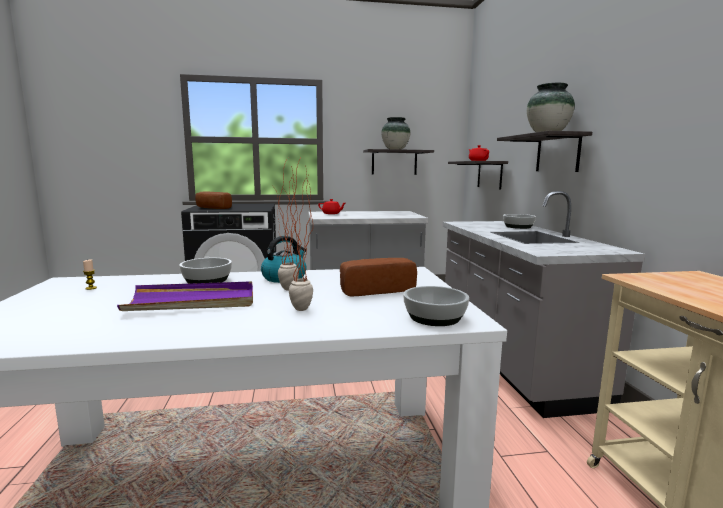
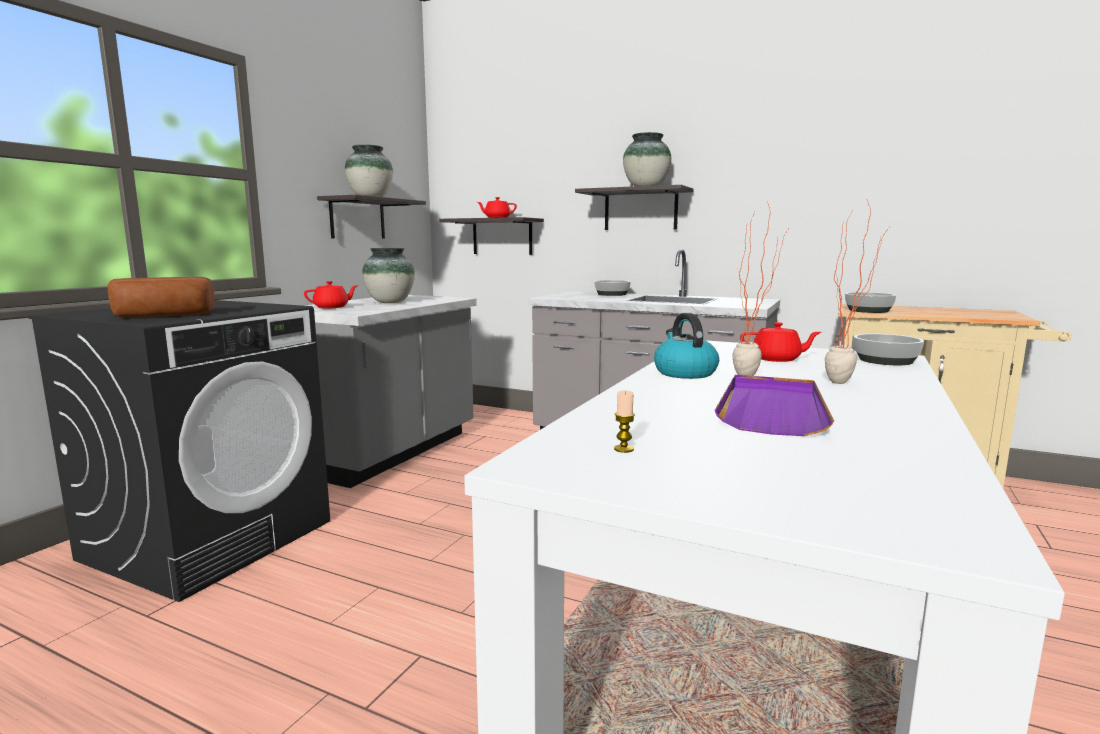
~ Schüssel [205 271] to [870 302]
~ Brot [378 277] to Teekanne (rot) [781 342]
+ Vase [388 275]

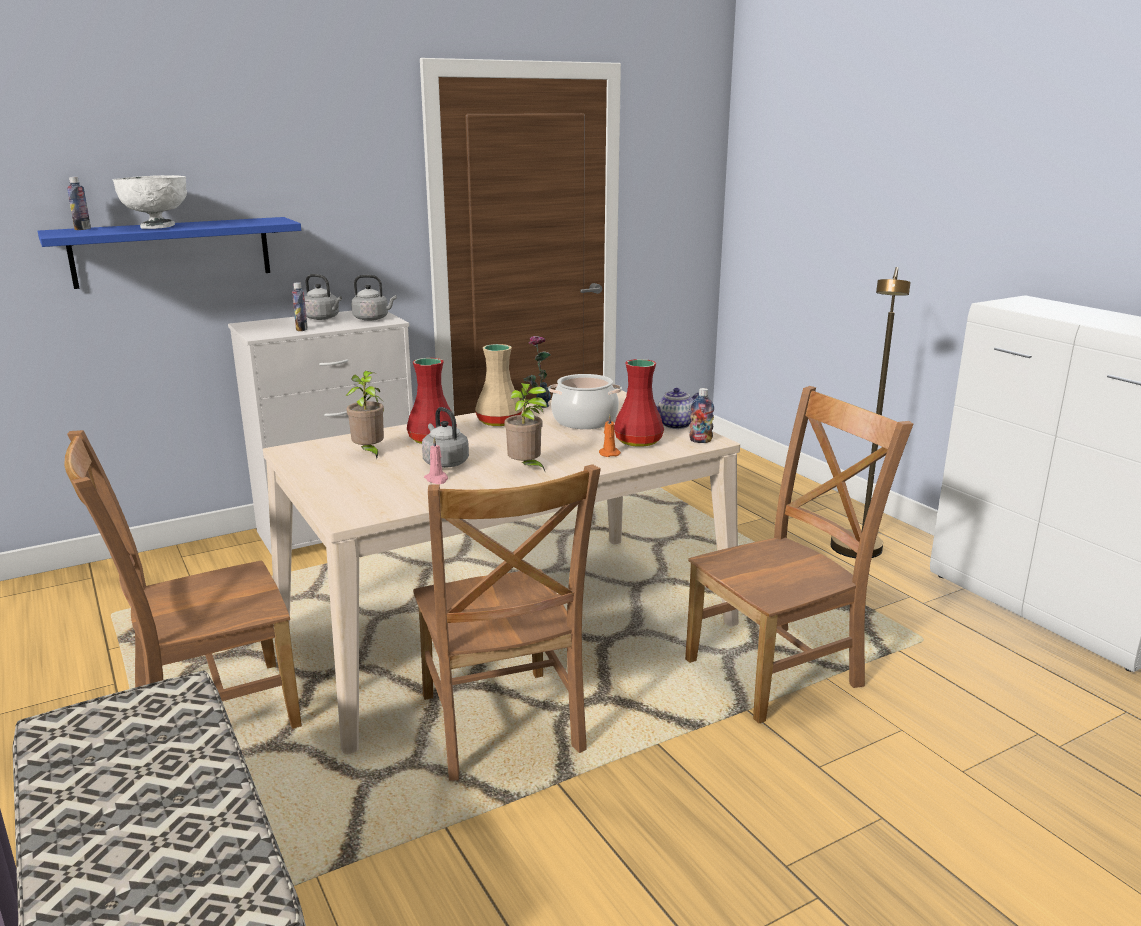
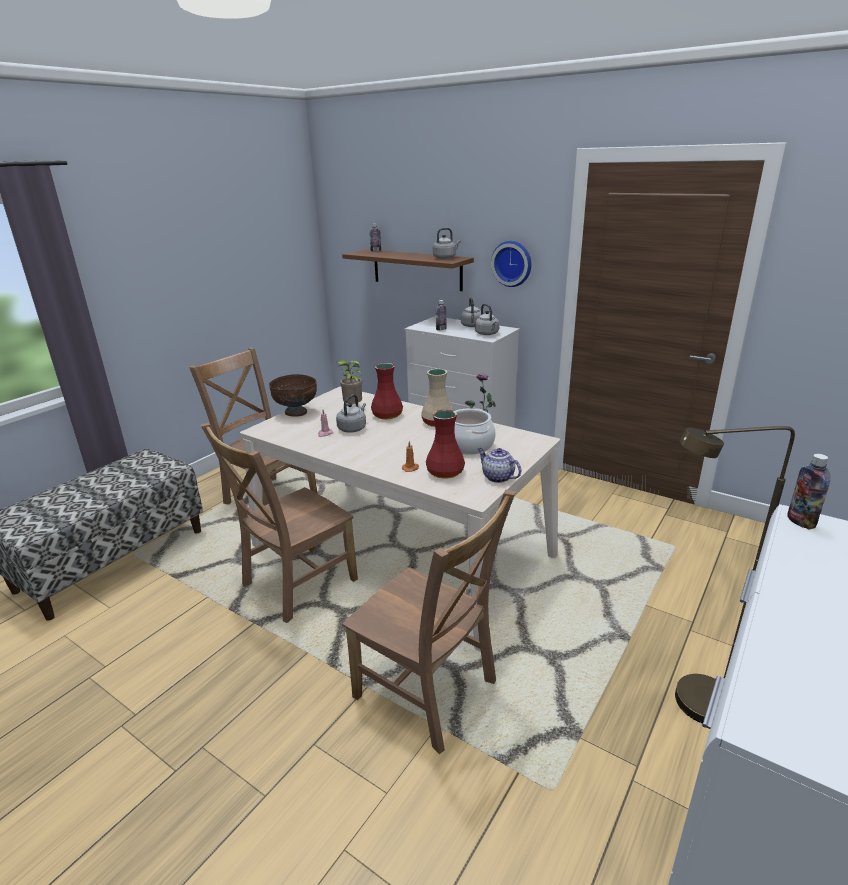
- Schüssel (weiß) [150 202]
~ Wandregal (blau) [169 253] to Wandregal (braun) [408 270]
- Topfpflanze [525 427]
~ Flasche [701 415] to [809 491]
+ Wasserkessel (grau) [447 243]
+ Wanduhr [511 264]
+ Schüssel (braun) [293 395]

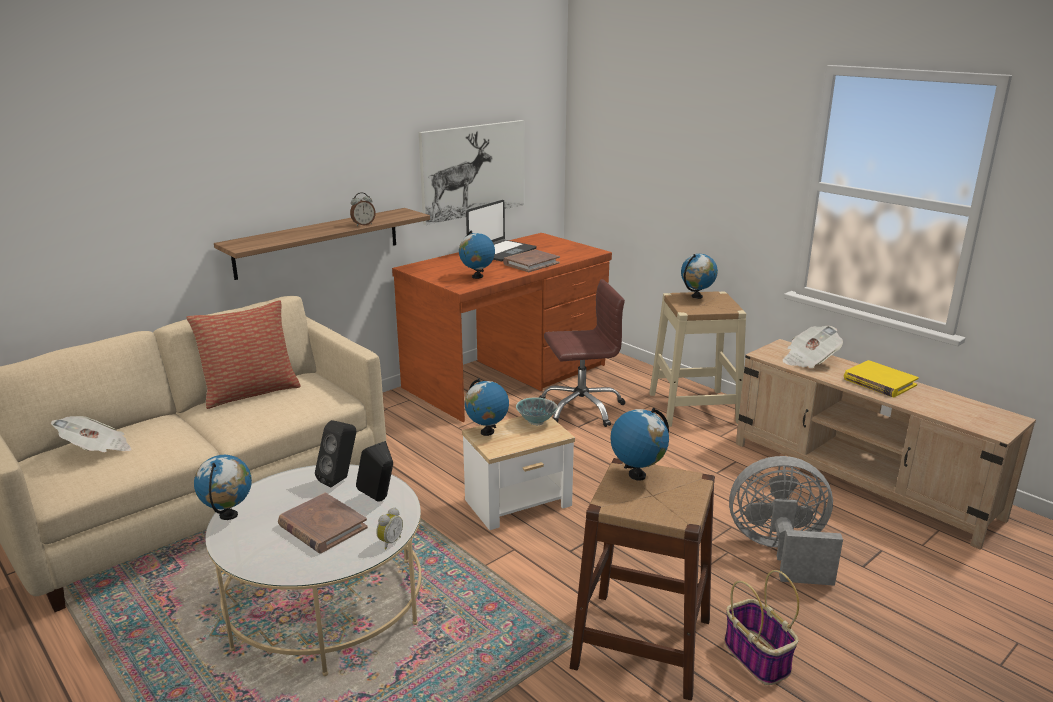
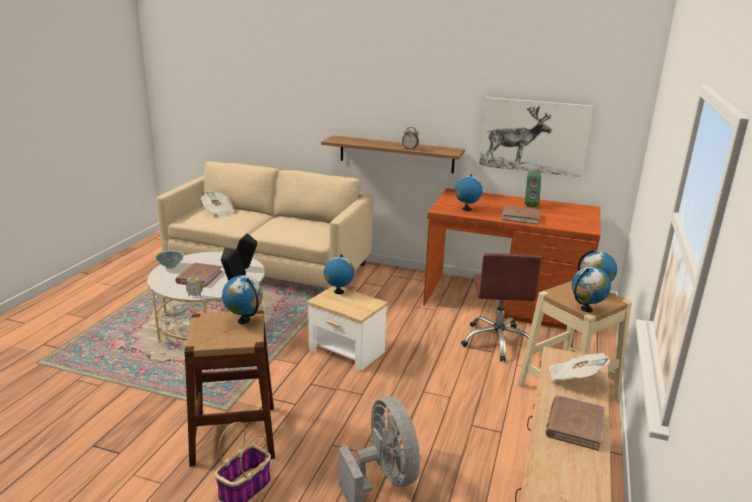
~ Laptop [501 230] to Lautsprecher (grün) [533 189]
~ Bürostuhl (braun) [581 353] = [501 307] 45 degrees clockwise
- Kissen [243 354]
~ Buch (gelb) [881 378] to Buch (braun) [575 423]
~ Schüssel [537 411] to [169 260]
~ Globus [223 487] to [591 289]

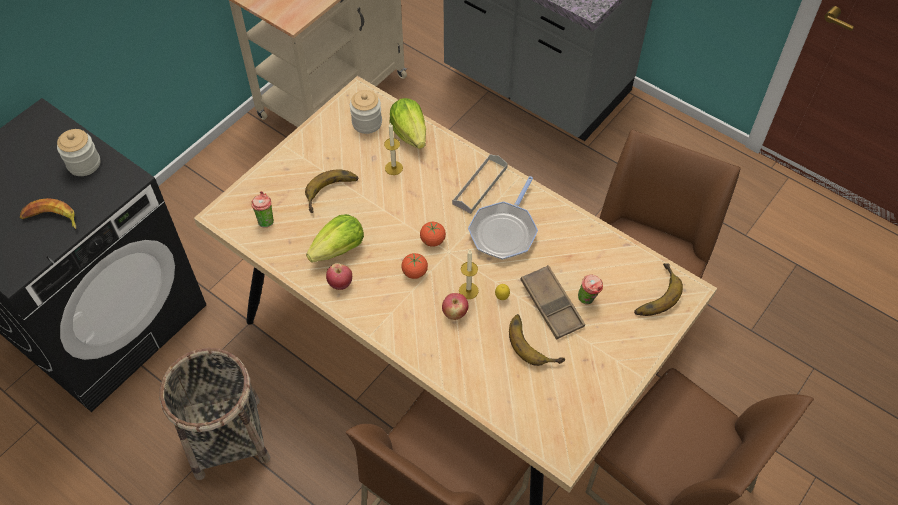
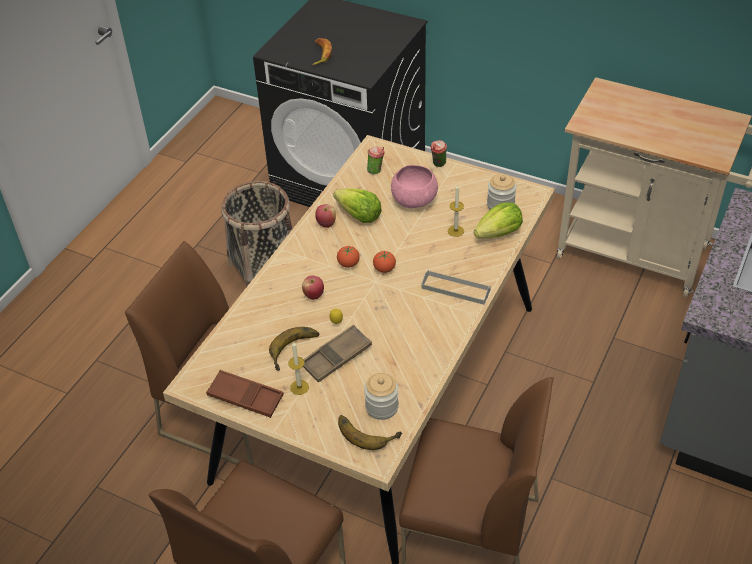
~ Vorratsglas [79 152] to [381 396]
~ Banane [331 191] to Schüssel (rosa) [414 186]
- Pfanne [503 218]
~ Kerze [469 274] to [298 368]
~ Tasse [590 290] to [439 153]
+ Tablett (braun) [244 394]

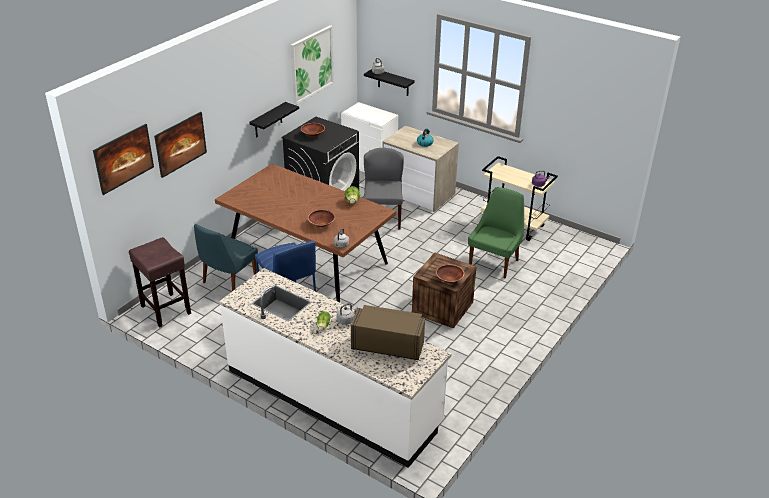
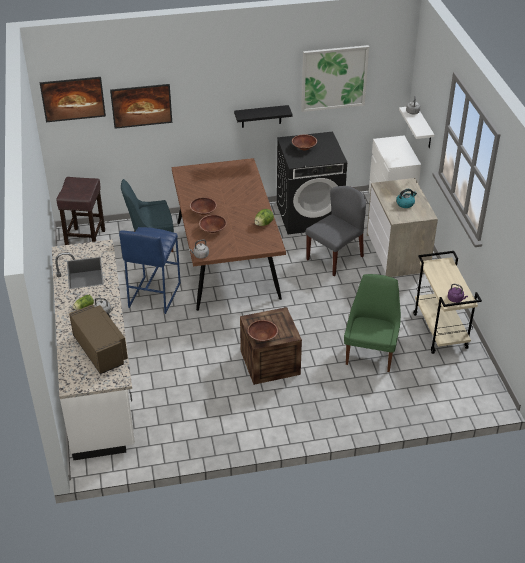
~ Wandregal (schwarz) [389 82] to Wandregal (weiß) [416 127]
~ Stuhl (grün) [496 232] = [372 323] 60 degrees counterclockwise
+ Schüssel (braun) [203 206]

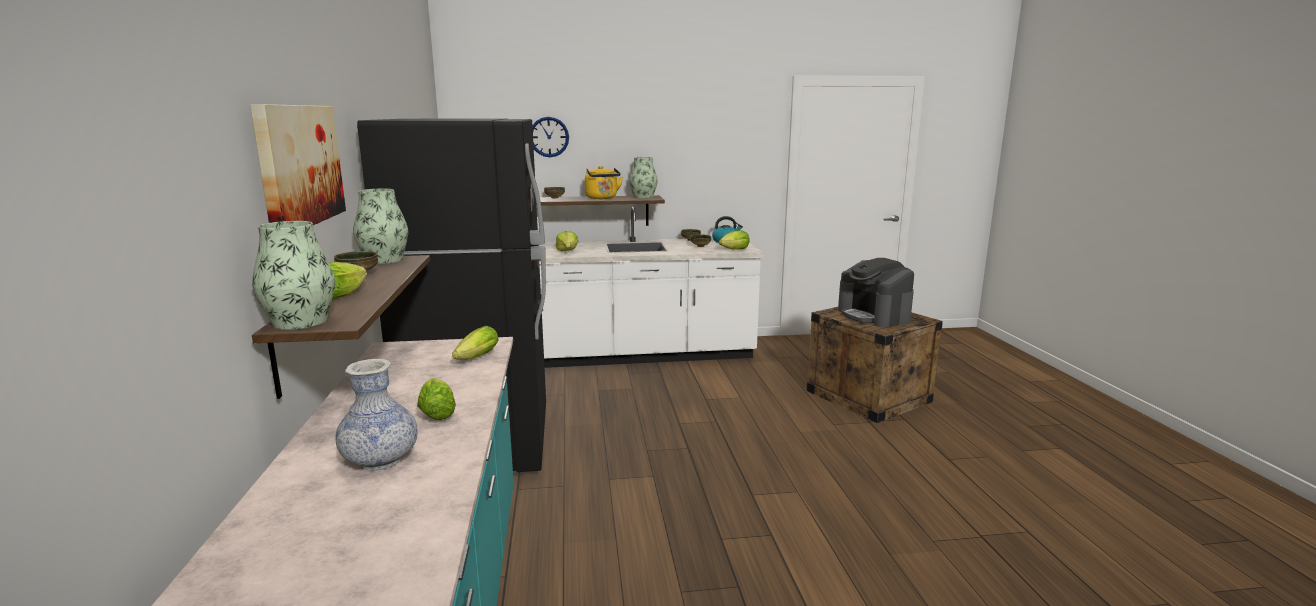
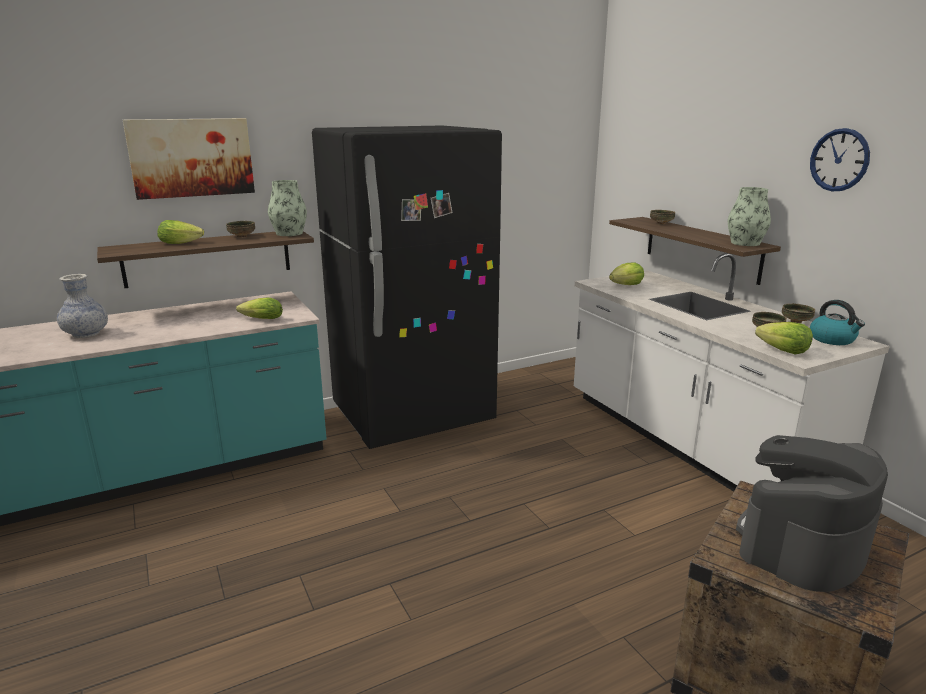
~ Wanduhr [550 137] to [840 159]
- Wasserkessel (gelb) [604 182]
- Vase [293 275]
- Salatkopf [436 399]

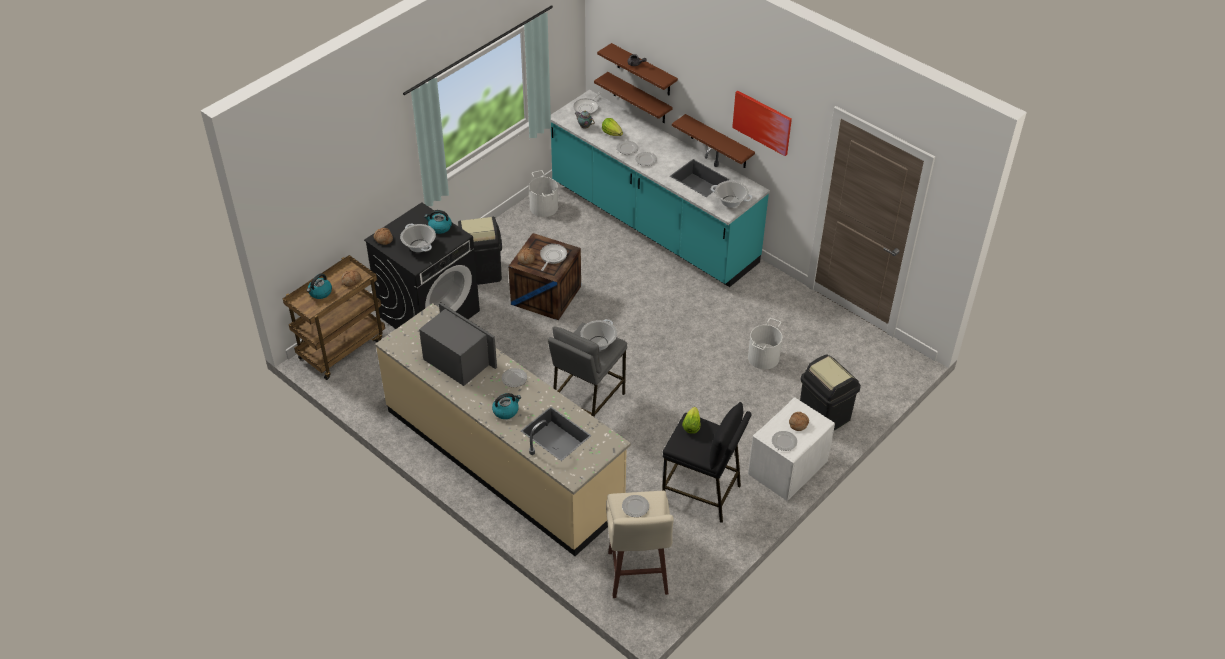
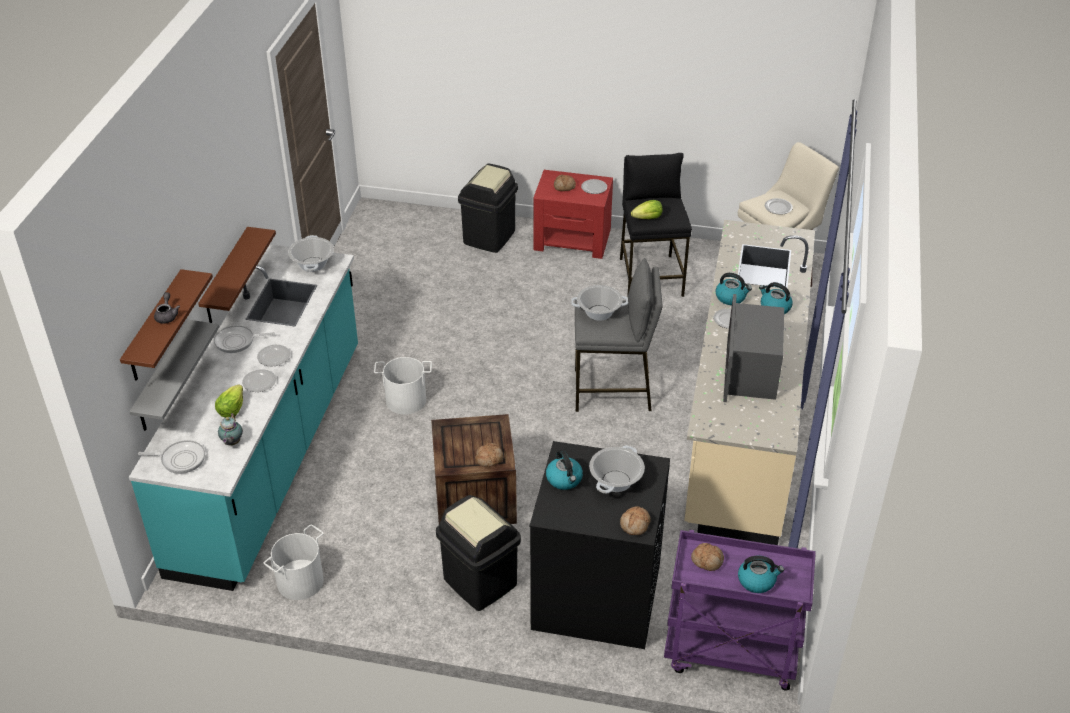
~ Wandregal (braun) [633 97] to Wandregal (grau) [174 375]
- Bild [762 123]
~ Pfanne [553 257] to [244 339]
~ Rollwagen (braun) [334 317] to Rollwagen (lila) [740 610]
~ Eimer (weiß) [765 343] to [403 386]
~ Nachttisch (weiß) [791 449] to Nachttisch (rot) [573 214]
+ Wasserkessel [733 289]

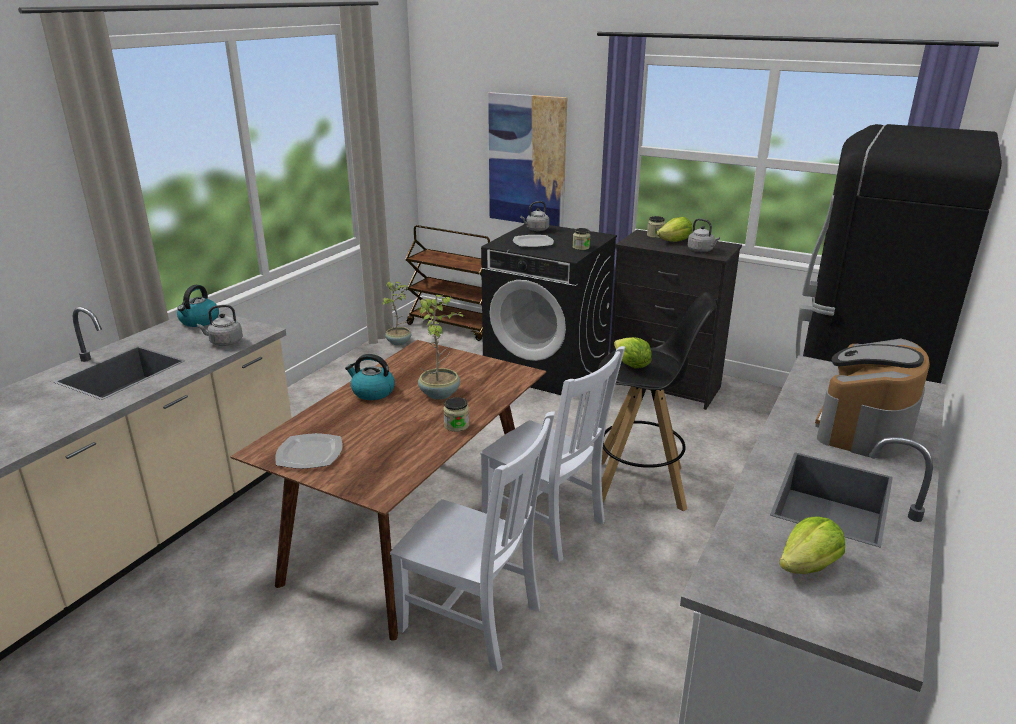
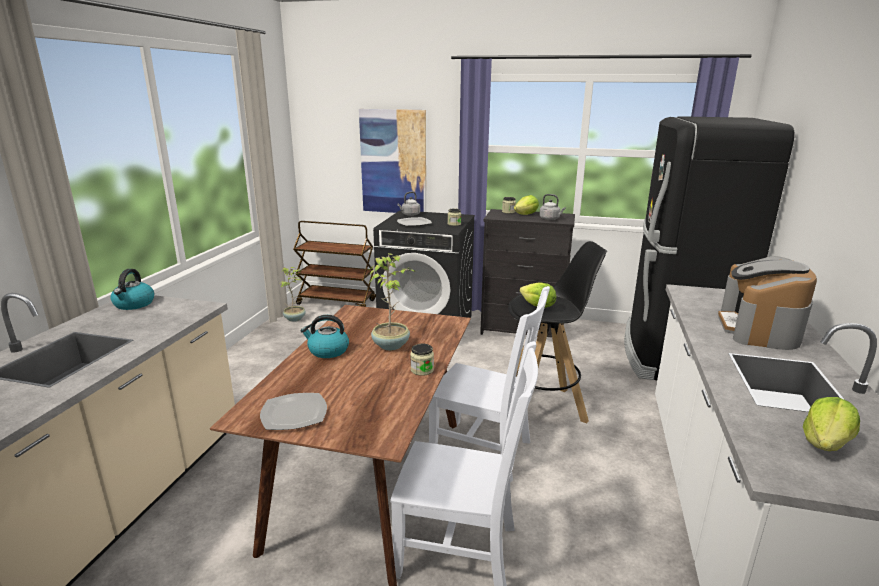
- Wasserkessel (grau) [220 325]

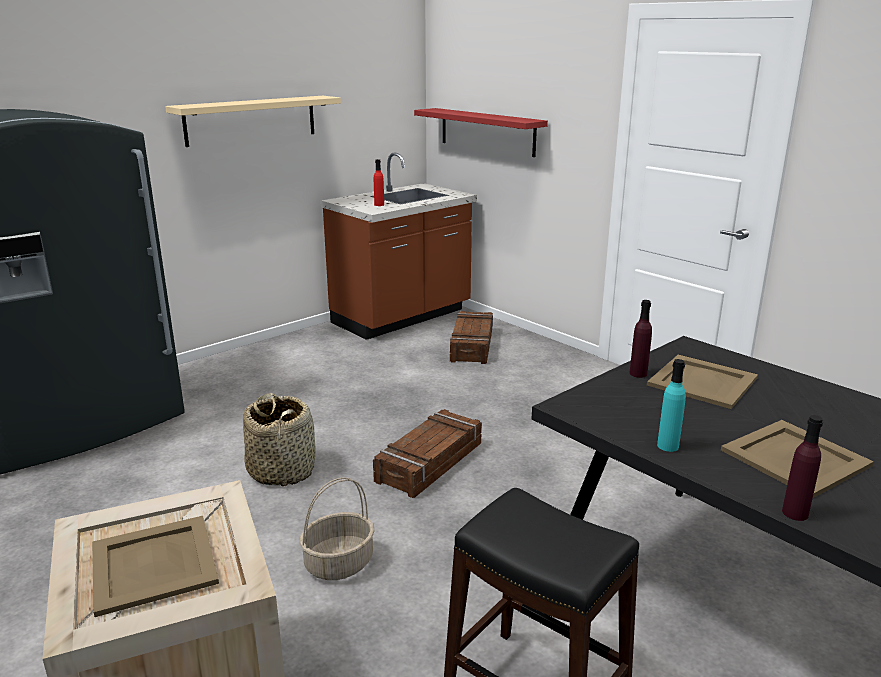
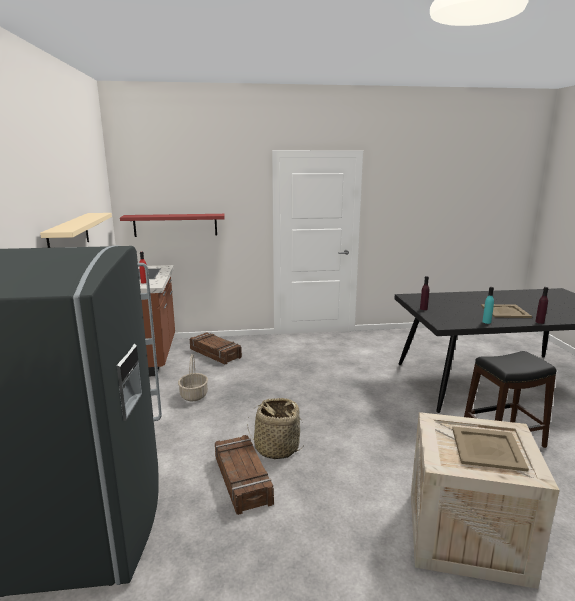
- Tablett (beige) [702 382]
~ Kiste [427 453] to [244 475]
~ Korb [337 528] to [193 378]

